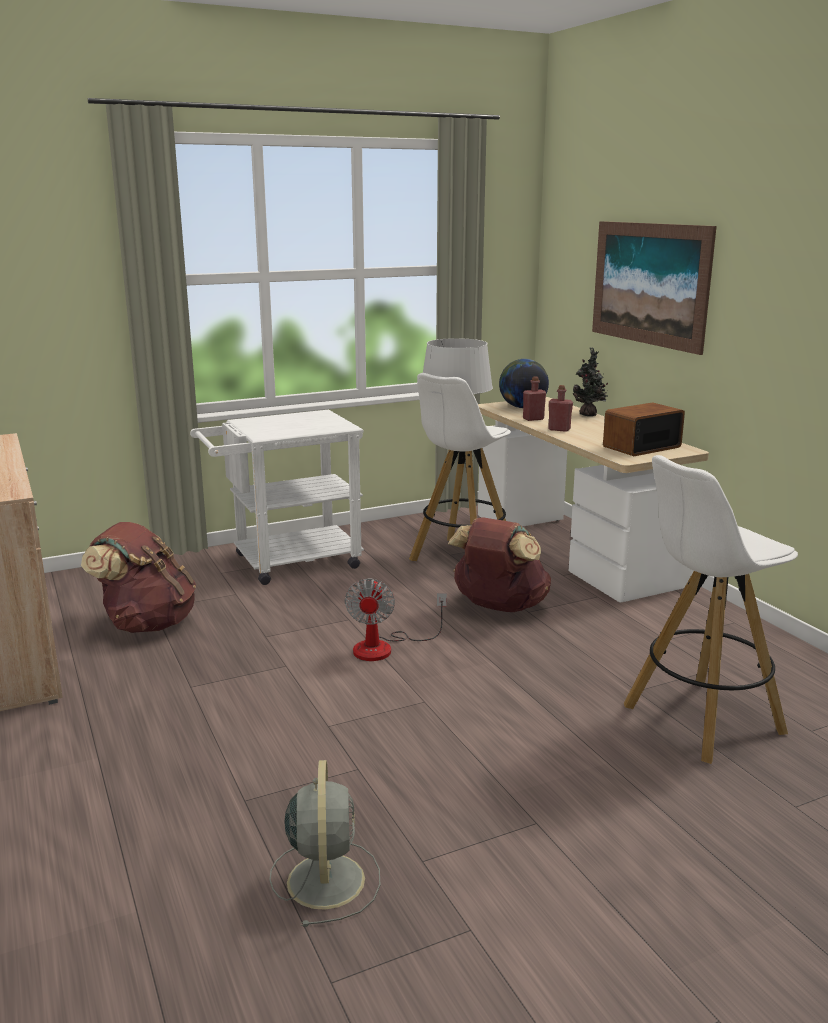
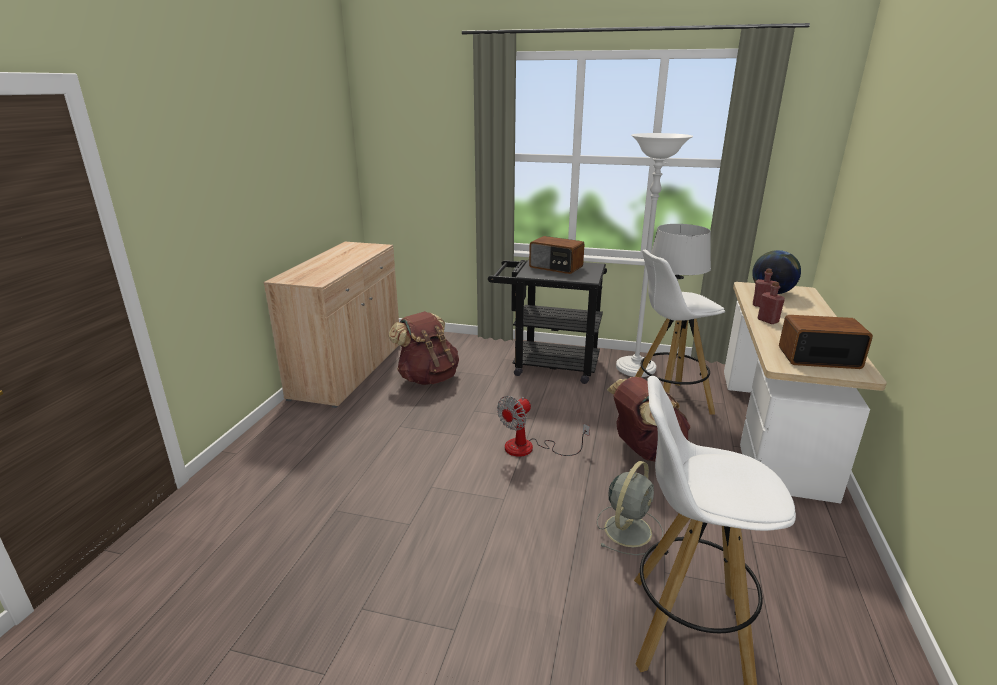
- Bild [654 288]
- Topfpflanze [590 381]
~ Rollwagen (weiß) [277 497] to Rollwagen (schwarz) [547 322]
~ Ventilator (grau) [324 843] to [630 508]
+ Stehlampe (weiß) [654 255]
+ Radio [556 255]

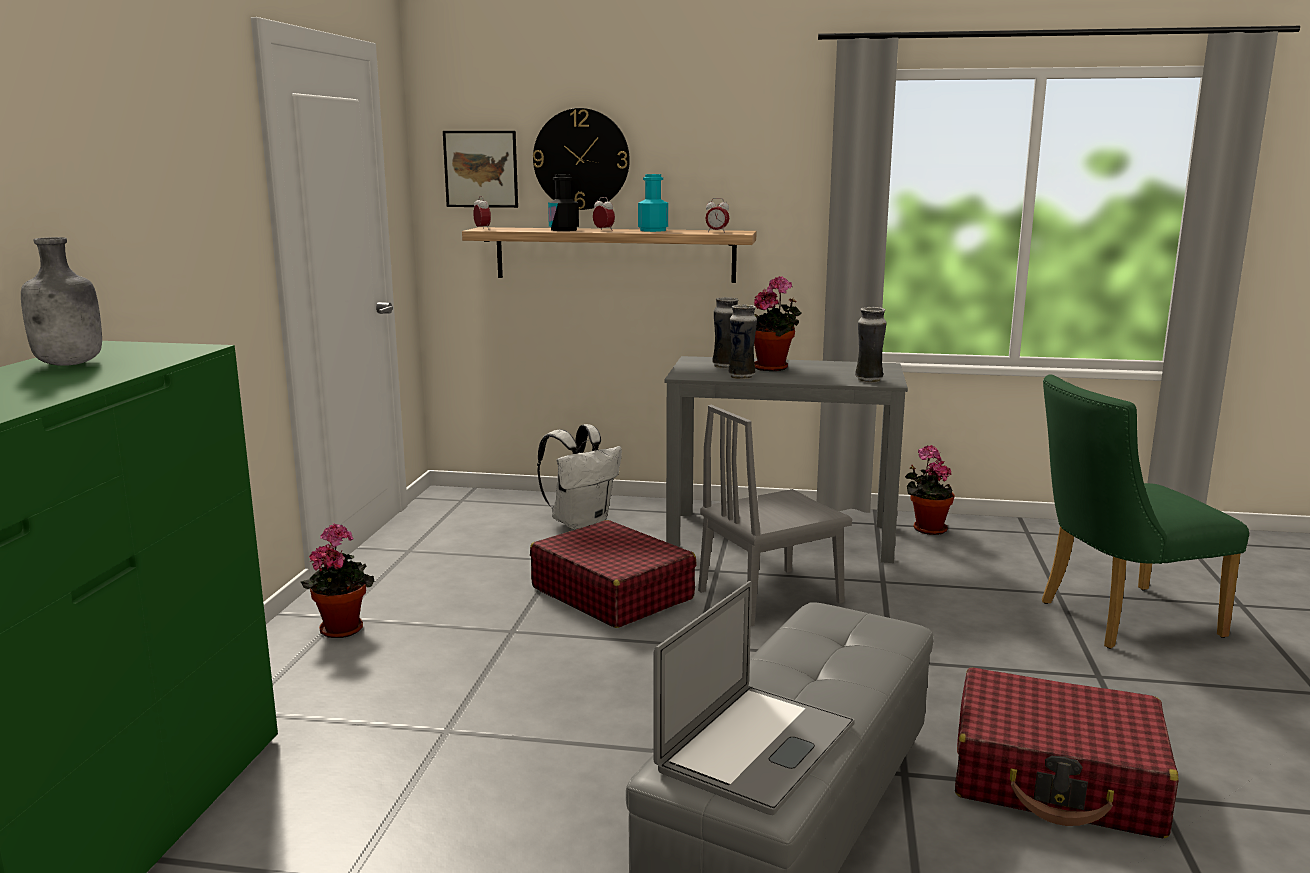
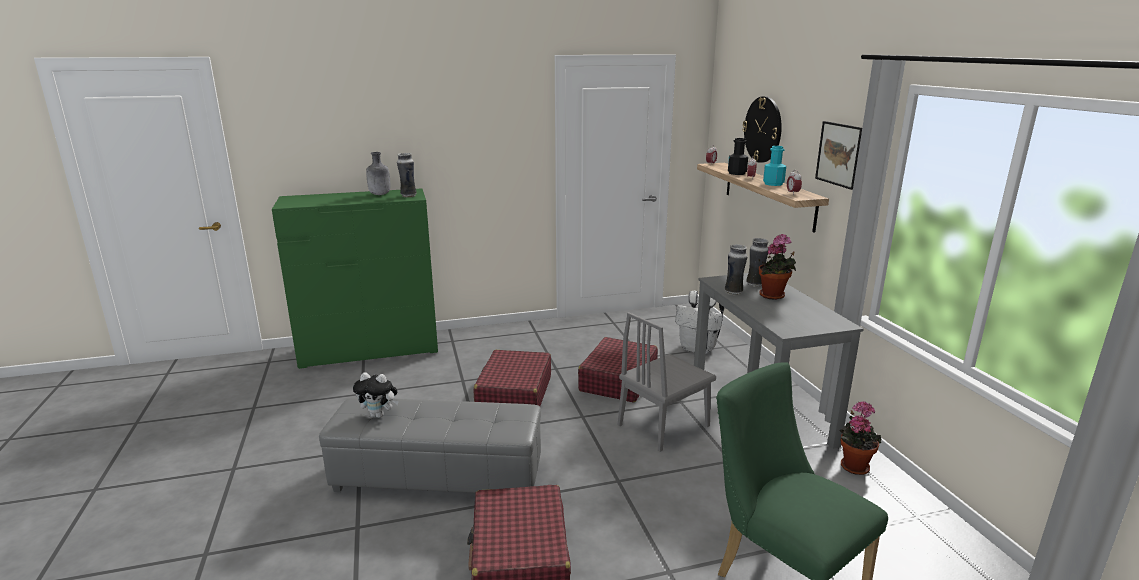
~ Bild [480 169] to [838 155]
~ Vase [870 345] to [407 175]
~ Stuhl (grau) [775 515] = [667 382] 75 degrees counterclockwise
- Topfpflanze [337 580]
~ Laptop [754 698] to Plüschtier [376 395]
+ Koffer (rot) [512 378]

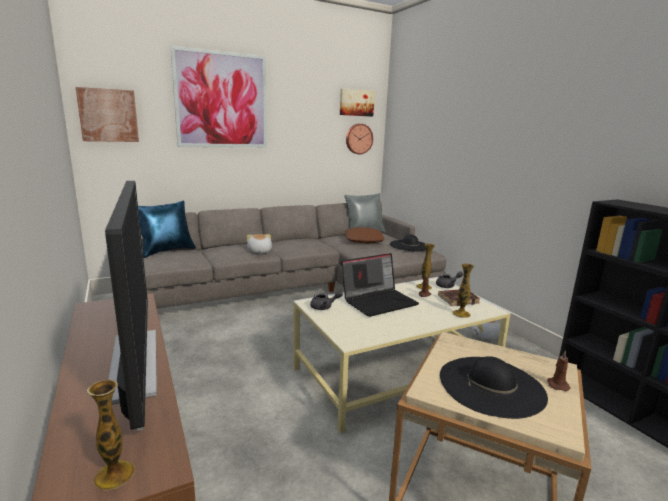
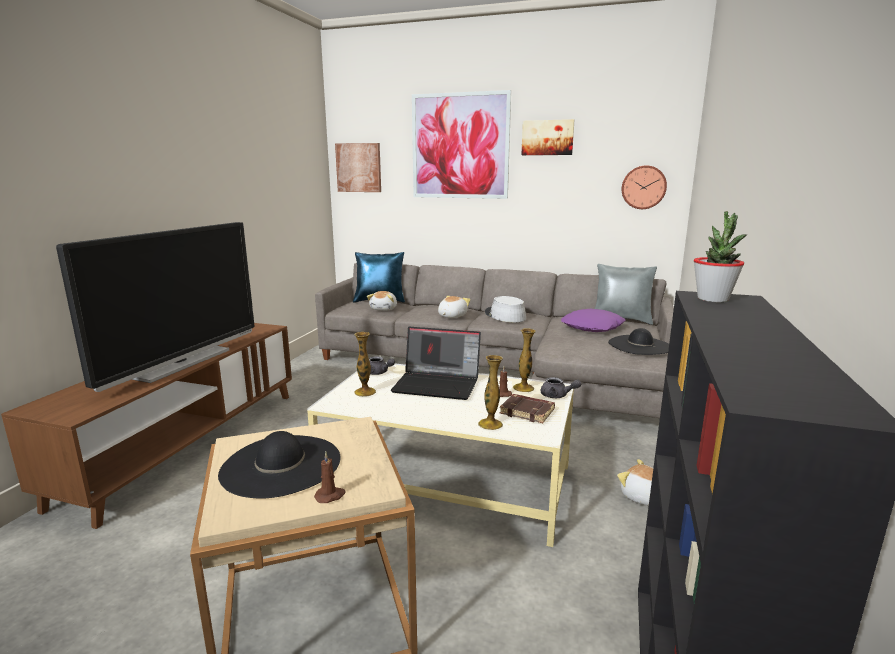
~ Bild [357 103] to [547 137]
~ Kissen (braun) [364 235] to Kissen (lila) [593 320]
~ Vase [111 435] to [365 364]
+ Topfpflanze [720 256]
+ Plüschtier [382 301]
+ Hut (grau) [505 309]

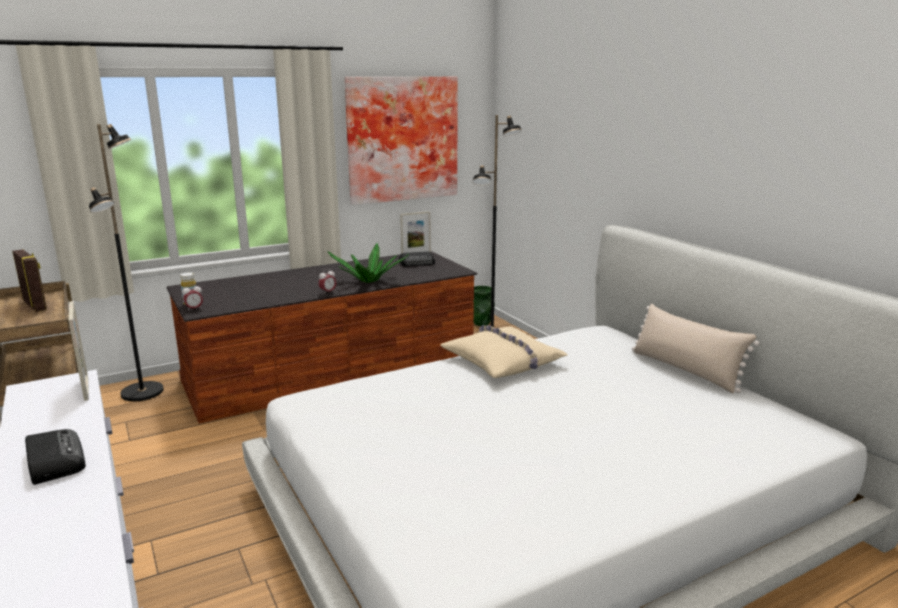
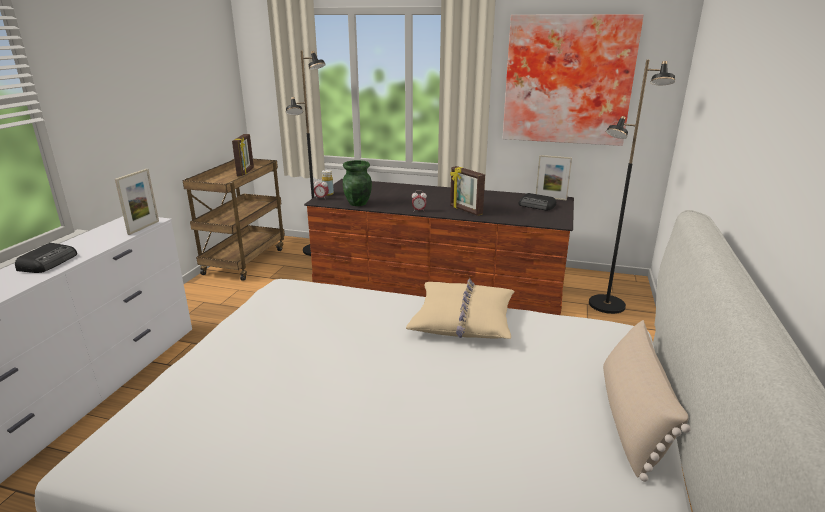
~ Topfpflanze [368 263] to Bilderrahmen [467 191]
~ Vase (grün) [484 306] to [357 183]

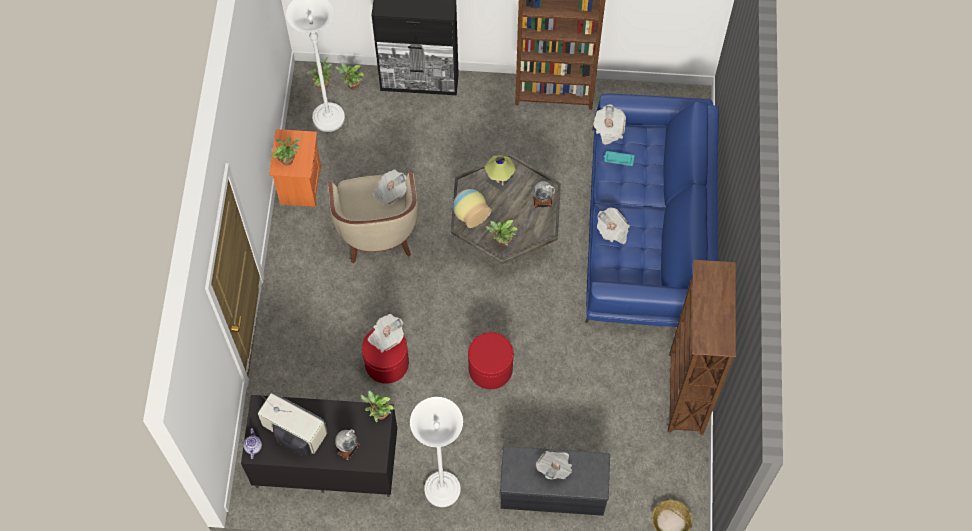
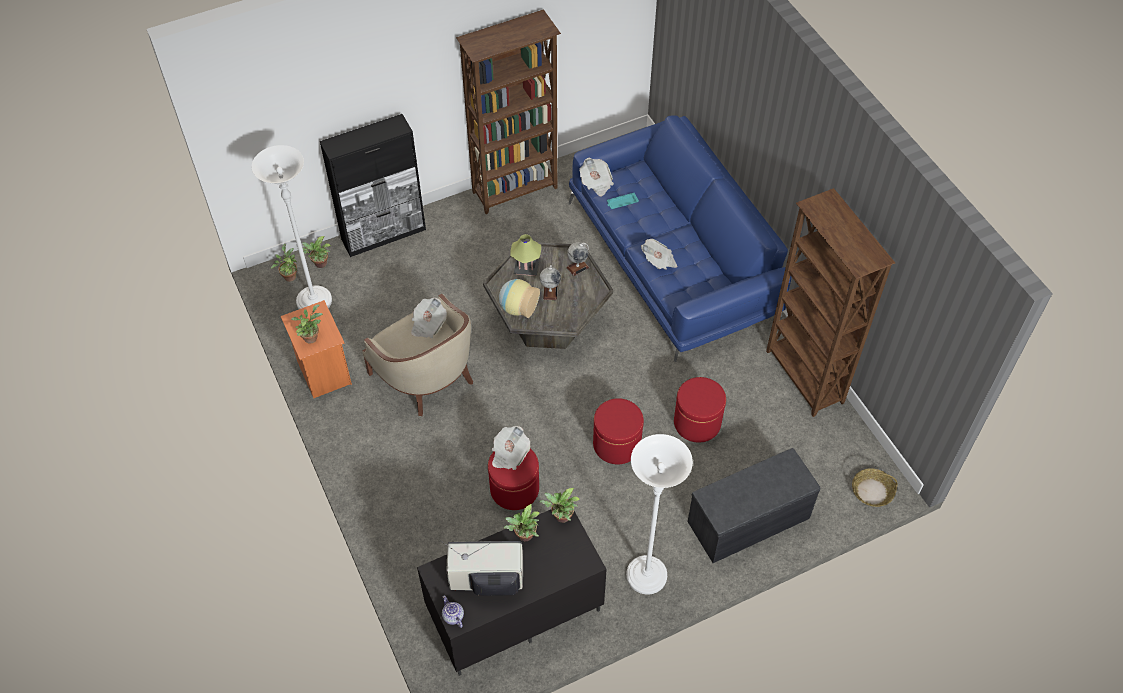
~ Topfpflanze [501 233] to [521 522]
~ Globus [347 444] to [550 282]
- Zeitung [554 465]
+ Polsterhocker (rot) [700 410]

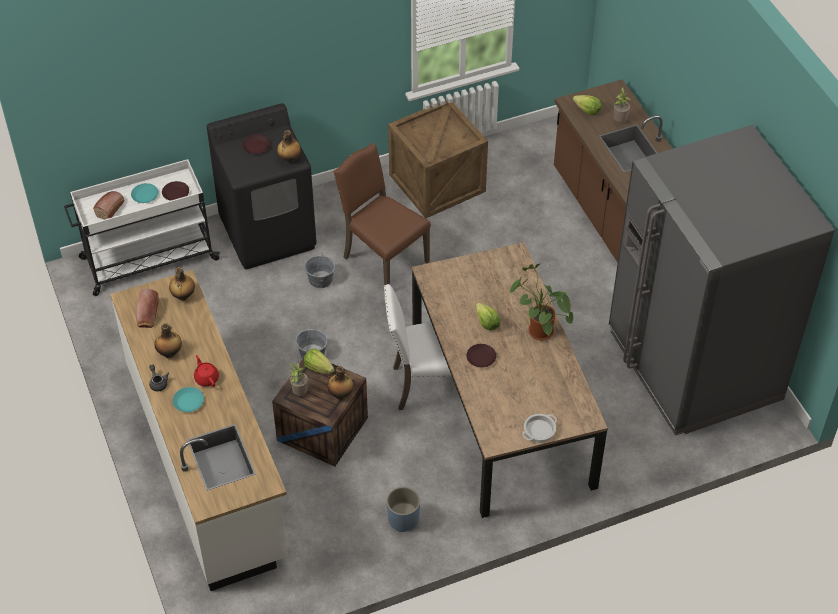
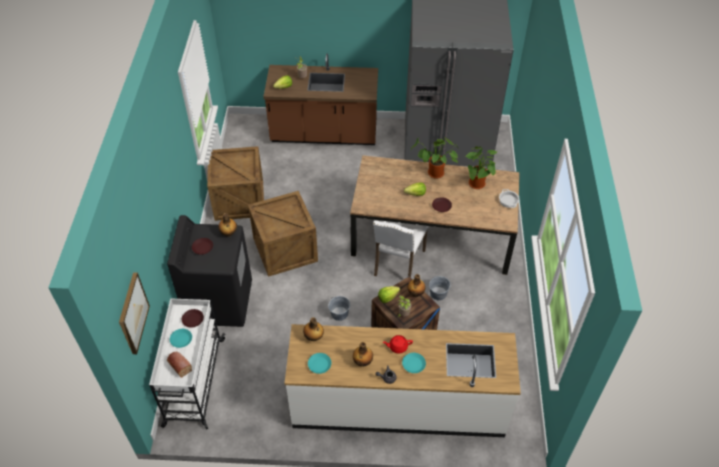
~ Stuhl (braun) [382 214] to Kiste [283 234]
~ Eimer (grau) [319 270] to [440 288]
~ Brot [147 308] to Teller (türkis) [319 363]
- Pflanzkübel (blau) [403 509]
+ Topfpflanze [481 167]
+ Bild [134 313]

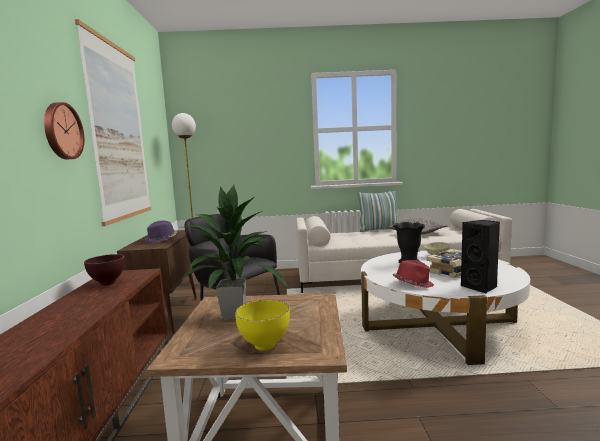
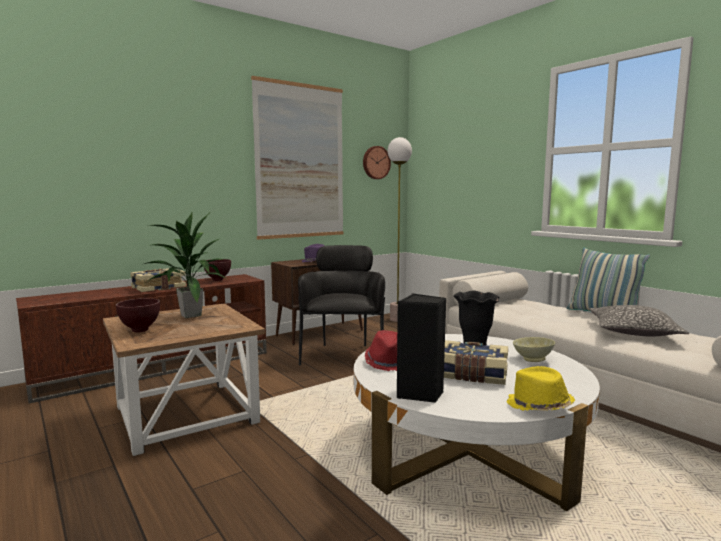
~ Wanduhr [64 130] to [377 162]
~ Schüssel (gelb) [262 325] to Schüssel (braun) [138 315]
+ Buch [158 280]
+ Hut (gelb) [541 388]

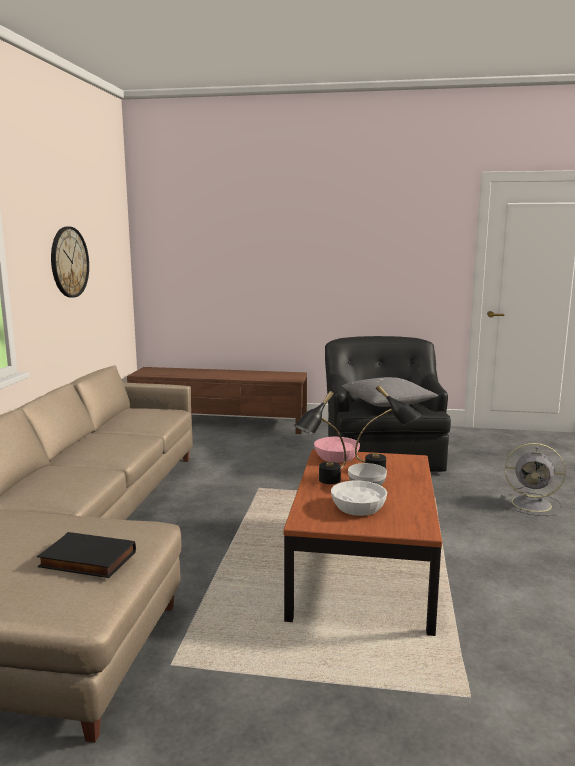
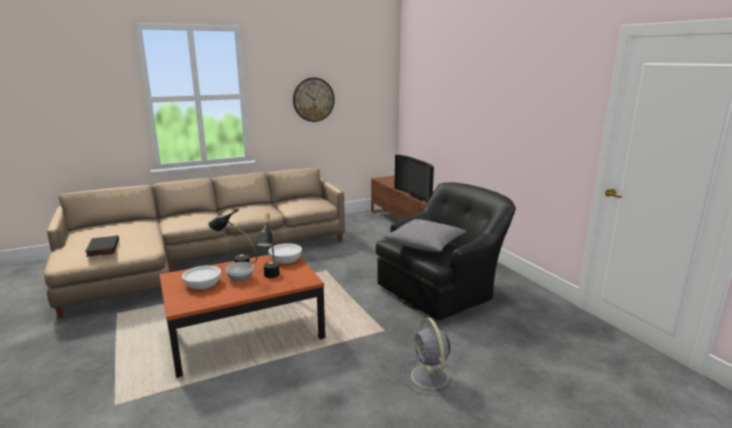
~ Schüssel (rosa) [337 450] to Schüssel (weiß) [285 253]
+ Fernseher [414 179]

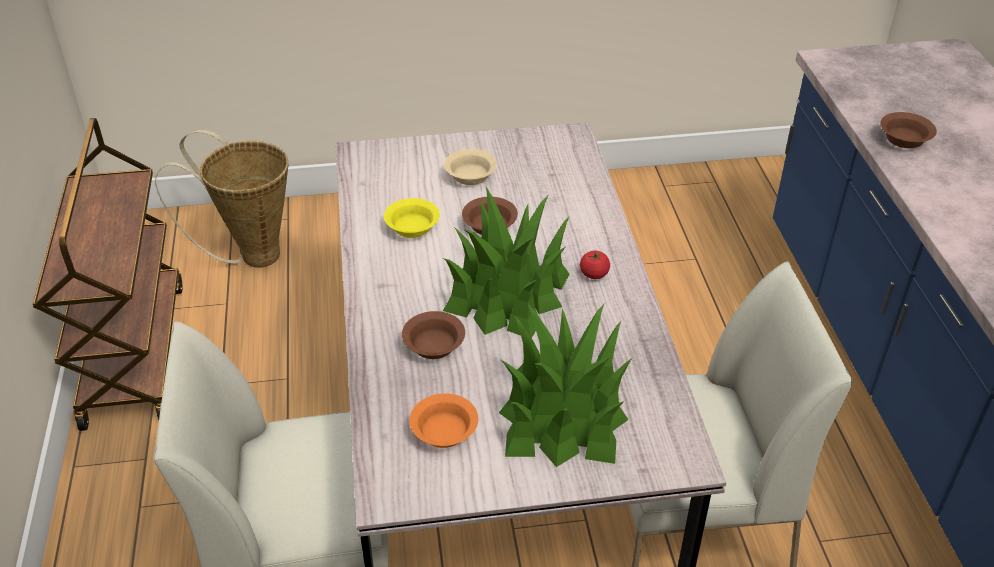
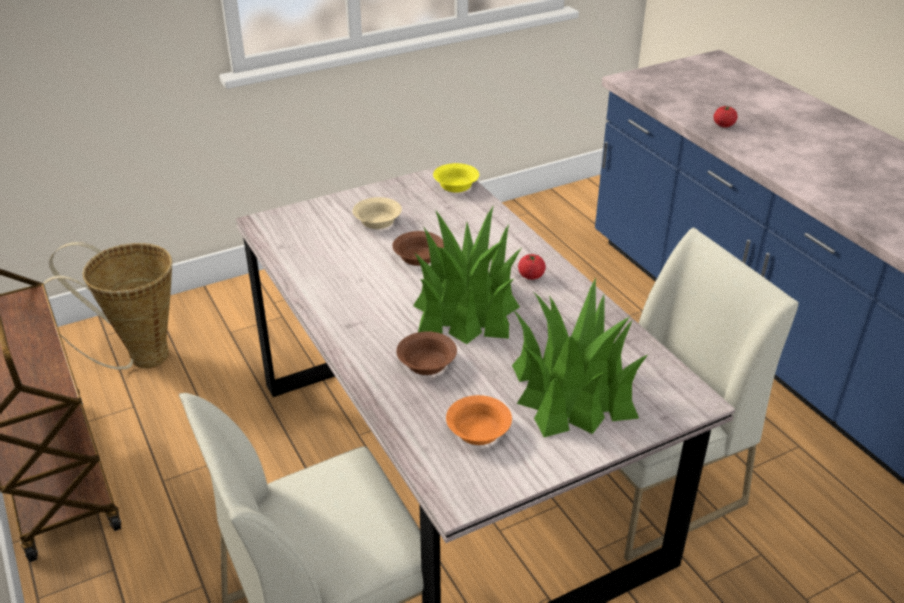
~ Schüssel (braun) [908 130] to Tomate [726 116]
~ Schüssel (gelb) [412 218] to [456 178]

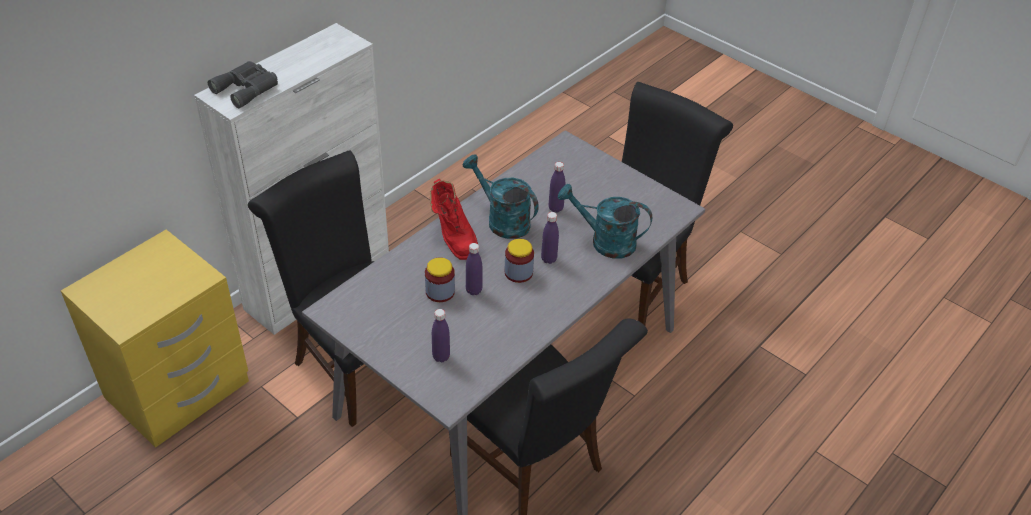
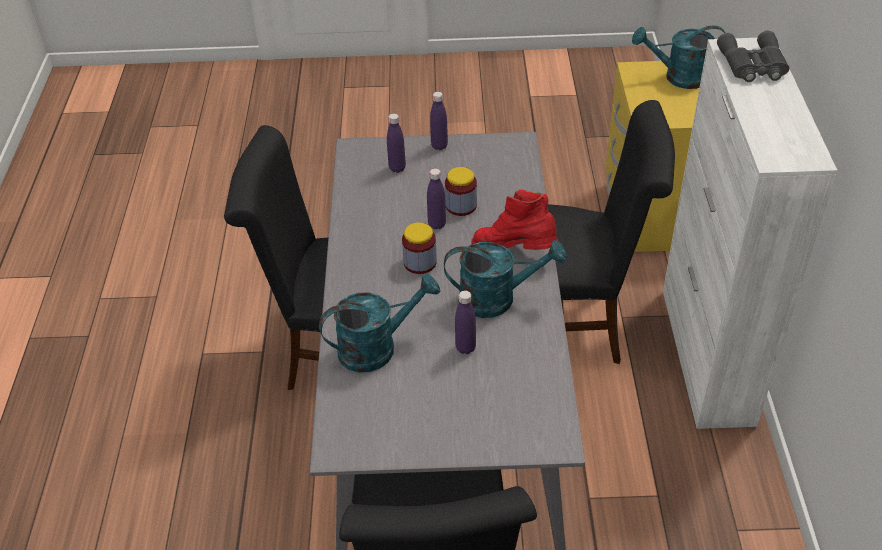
~ Flasche (lila) [550 238] to [439 121]
+ Gießkanne (türkis) [678 57]

